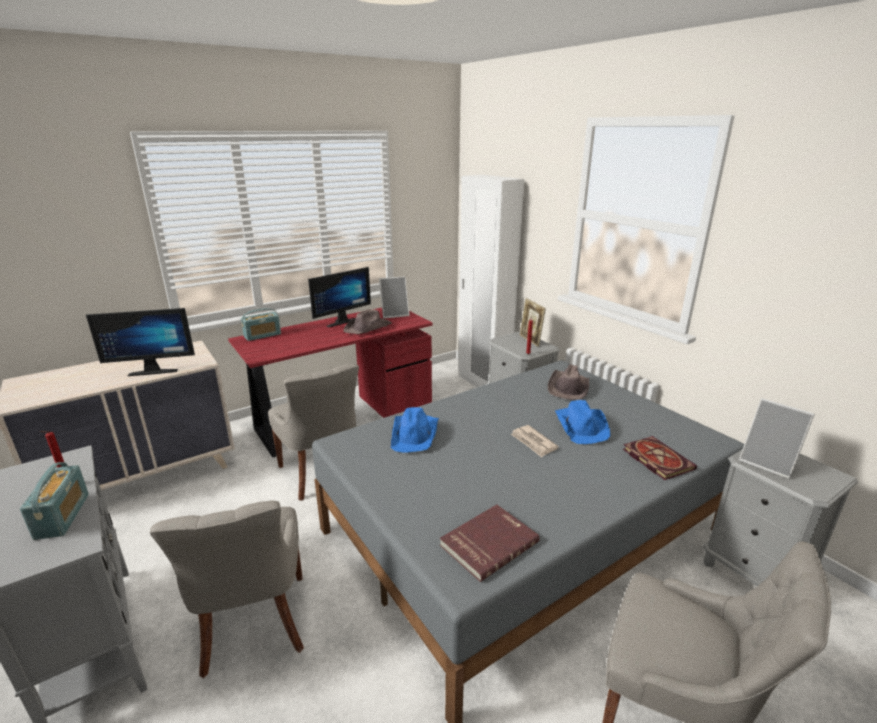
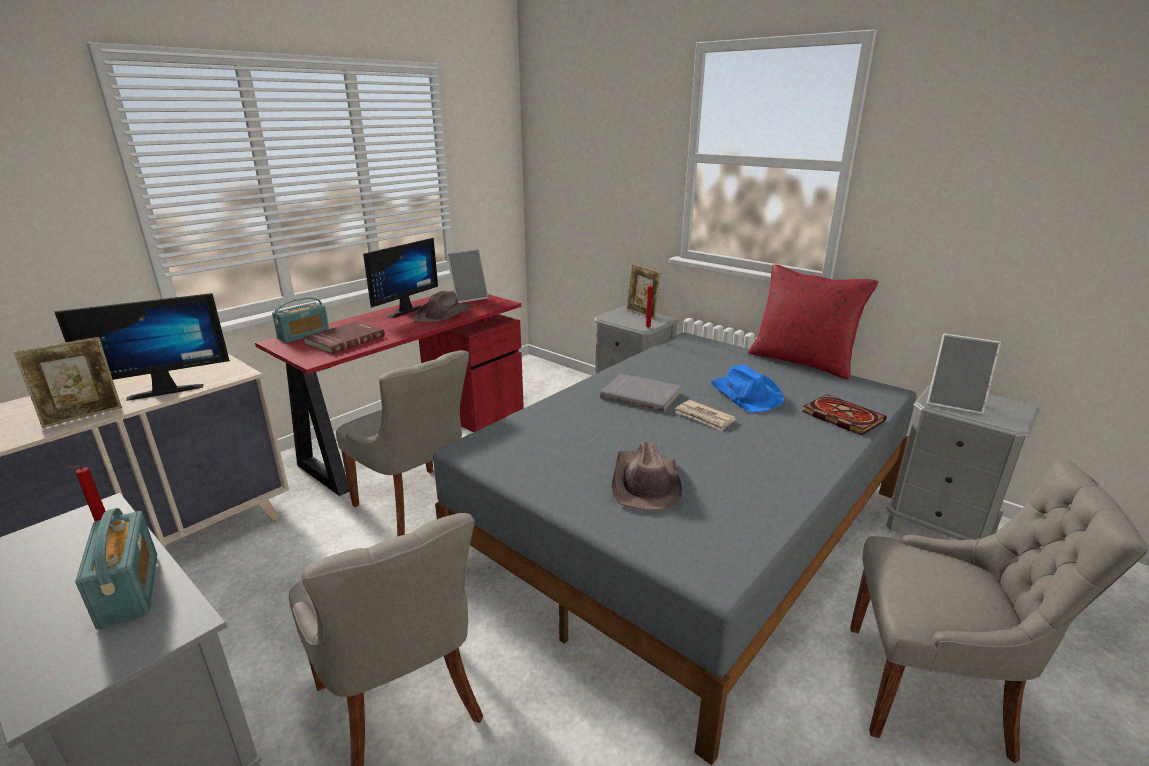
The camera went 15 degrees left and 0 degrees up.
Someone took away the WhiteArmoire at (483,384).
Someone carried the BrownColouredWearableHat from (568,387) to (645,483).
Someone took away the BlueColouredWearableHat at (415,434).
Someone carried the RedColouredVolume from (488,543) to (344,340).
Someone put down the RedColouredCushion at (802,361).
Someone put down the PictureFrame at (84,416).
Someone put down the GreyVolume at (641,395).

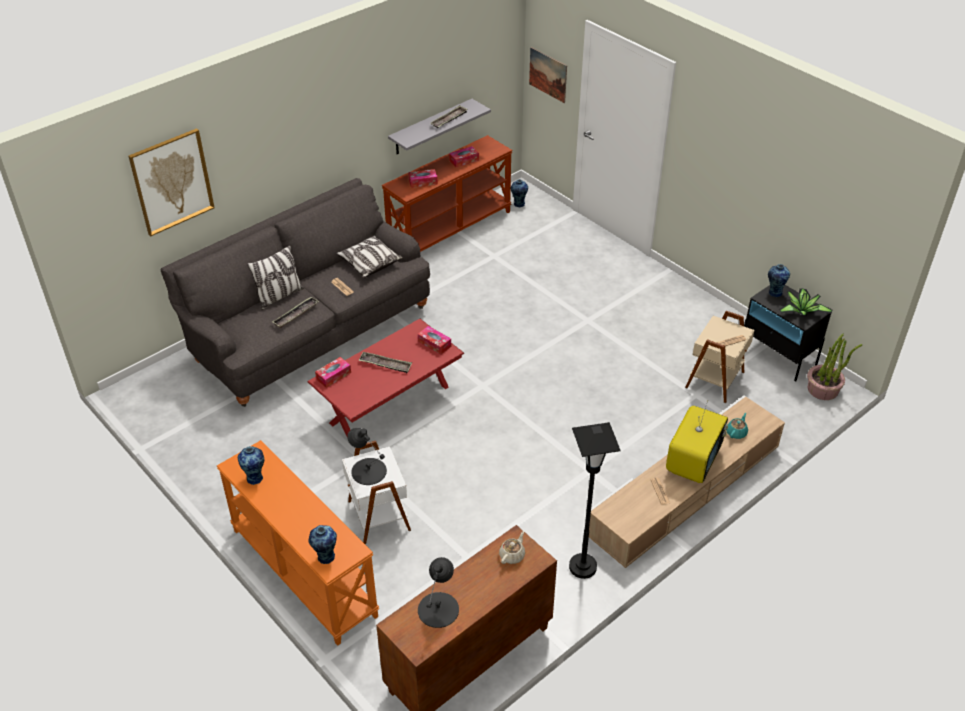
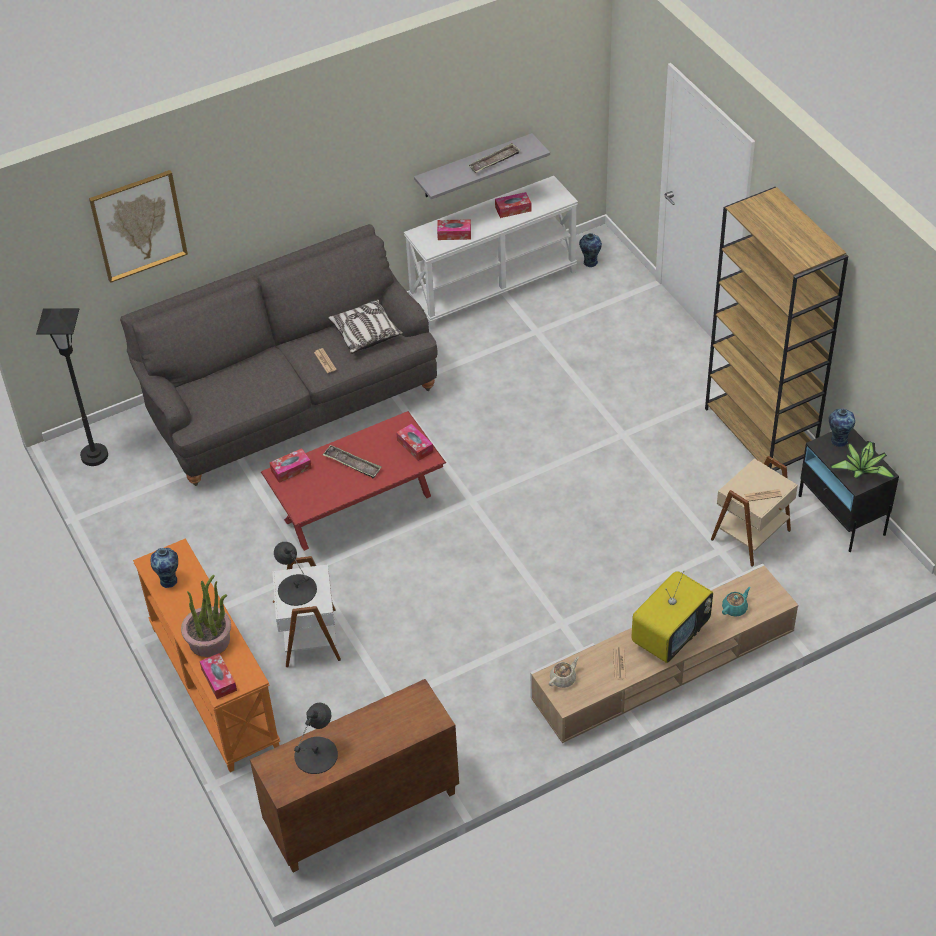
The camera went 15 degrees right and 5 degrees up.
Someone took away the Picture at (548,74).
Someone repainted the BrownColouredHallTable at (449,229), which became the WhiteHallTable at (493,287).
Someone took away the Cushion at (279,296).
Someone took away the Tray at (296,314).
Someone carried the Houseplant from (823,389) to (210,640).
Someone carried the BlackFloorLamp from (582,567) to (94,456).
Someone swapped the Vase at (325,557) for the TissueHolder at (219,680).
Someone carried the BeigeColouredTeaPot from (512,555) to (563,679).
Someone put down the BrownColouredBookshelf at (760,433).

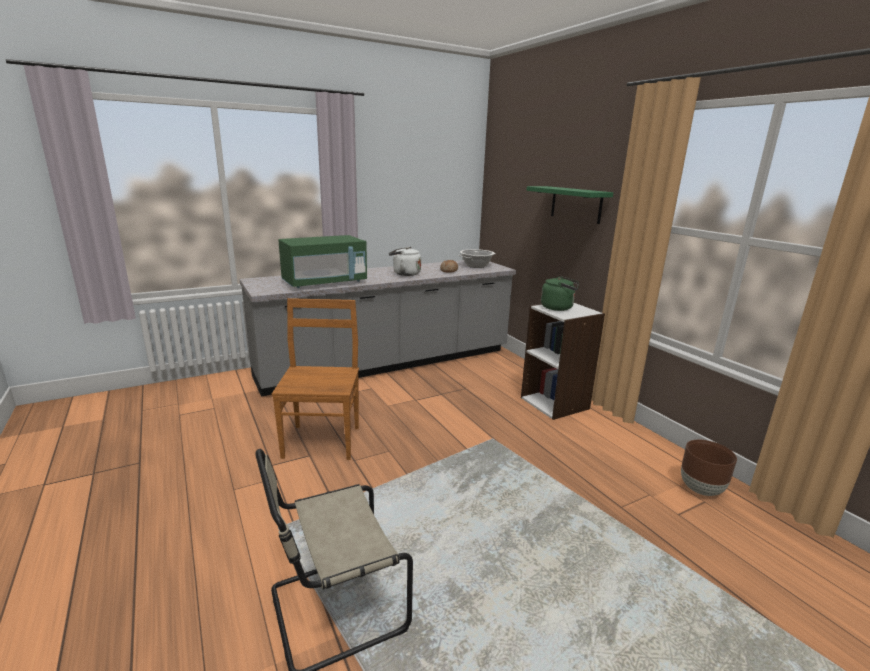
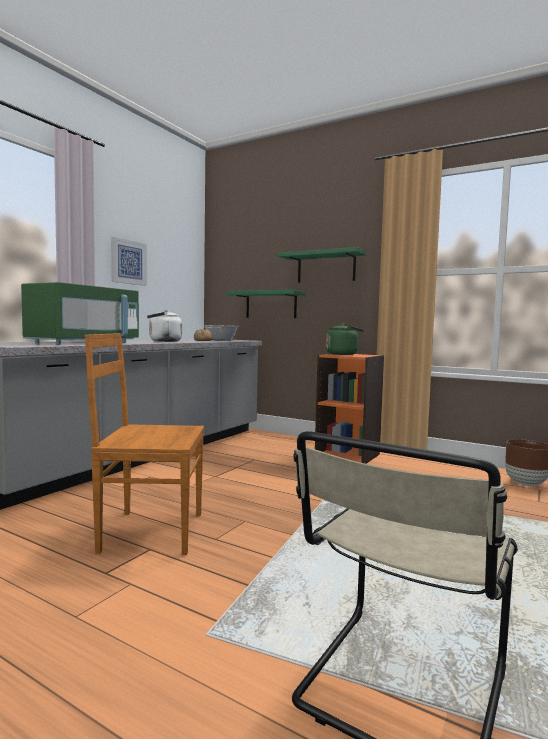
The camera went 30 degrees left and 15 degrees down.
Someone rotated the BrownColouredUprightChair at (322,440) by 60 degrees counterclockwise.
Someone repainted the WhiteBookshelf at (555,403), which became the OrangeBookshelf at (348,455).
Someone put up the Picture at (128,262).
Someone put up the GreenishShelf at (271,305).

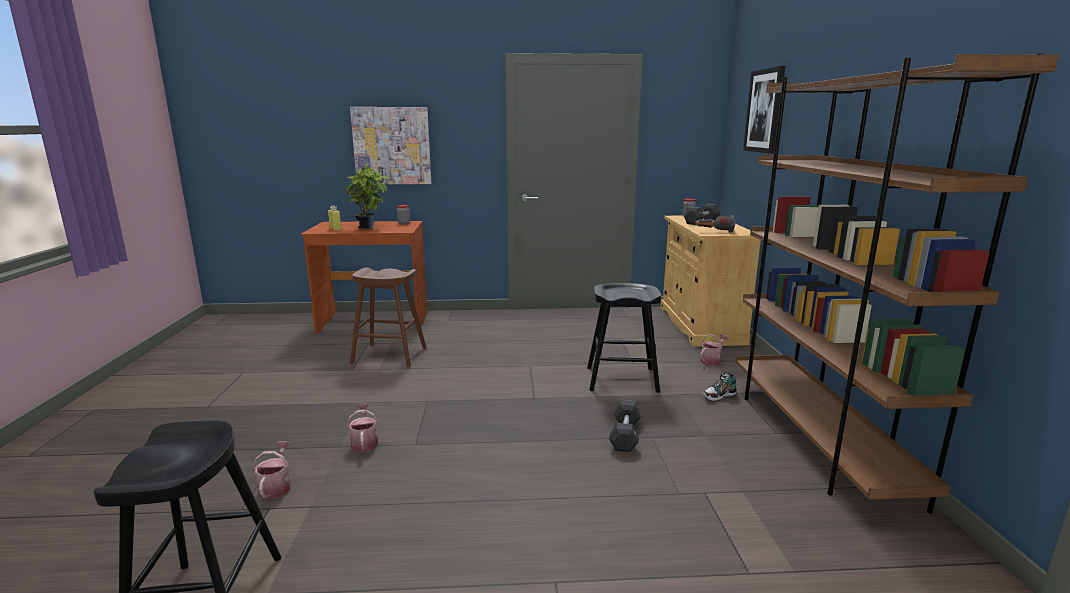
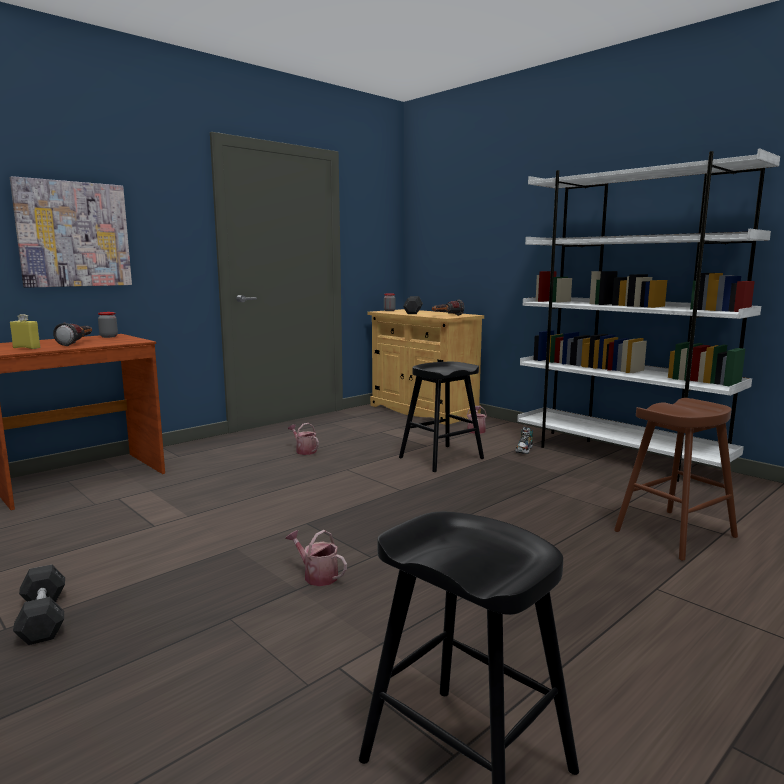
The camera went 40 degrees left and 5 degrees down.
Someone repainted the BrownColouredBookshelf at (816,439), which became the WhiteBookshelf at (618,456).
Someone took away the Picture at (764,111).
Someone swapped the Houseplant at (369,228) for the Torch at (78,343).
Someone carried the BrownColouredStoolSeat from (389,355) to (675,534).
Someone carried the GreyDumbbell from (625,435) to (43,618).
Someone carried the WateringCan from (276,487) to (304,451).

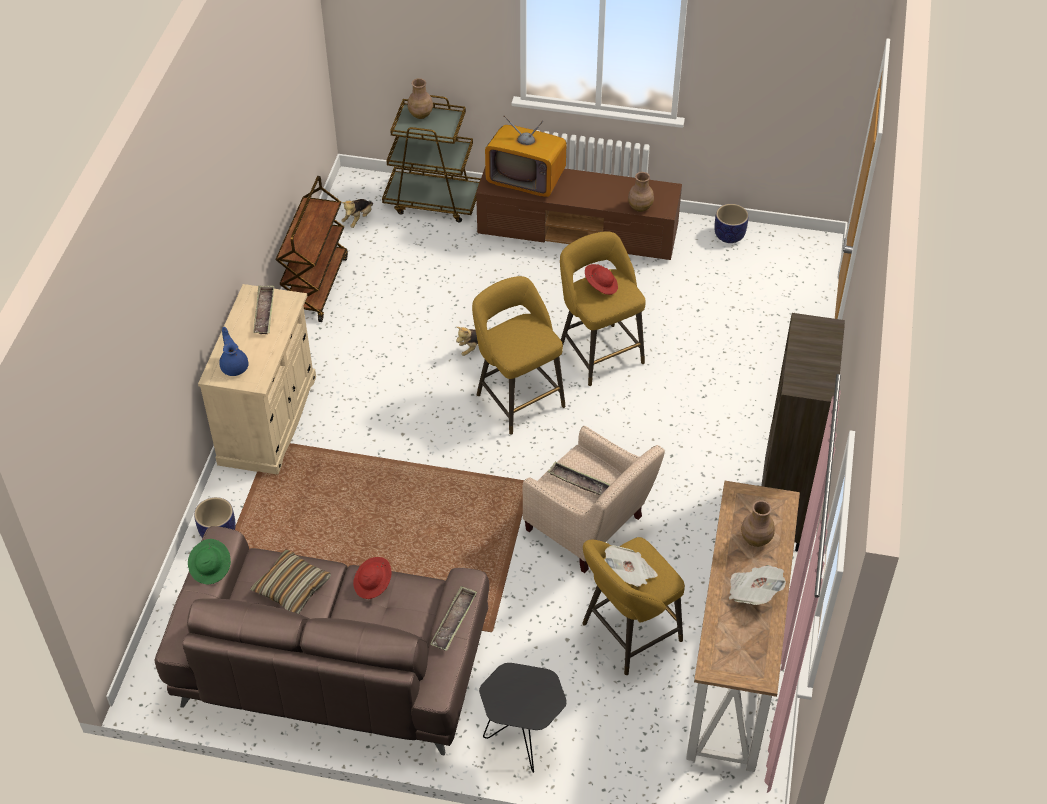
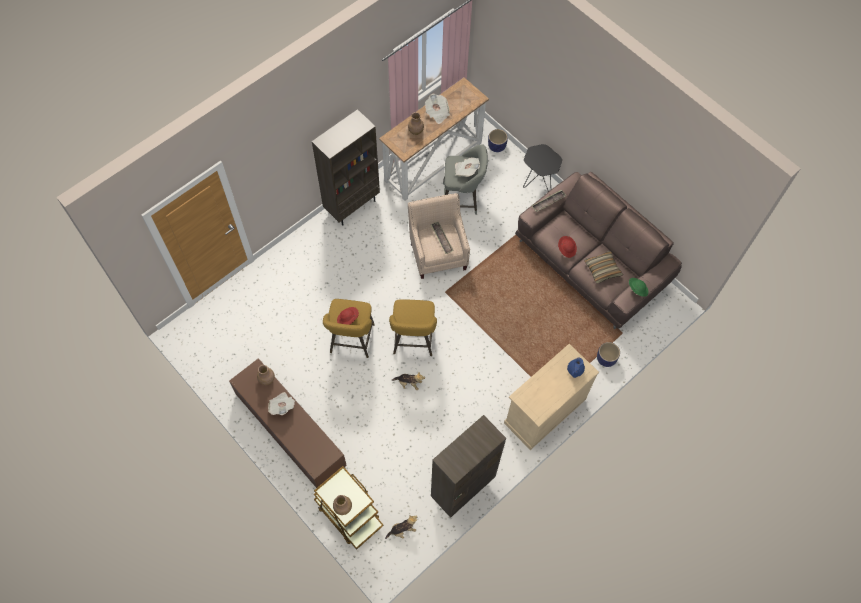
The camera went 145 degrees left and 15 degrees up.
Someone took away the TvSet at (526,179).
Someone swapped the BrownColouredTrolley at (315,285) for the BrownColouredBookshelf at (462,491).
Someone carried the FlowerPot from (728,236) to (497,146).
Someone took away the Tray at (264,312).
Someone repainted the YellowColouredStoolSeat at (627,635), which became the GreyStoolSeat at (462,199).
Someone put down the DailyPaper at (282,406).

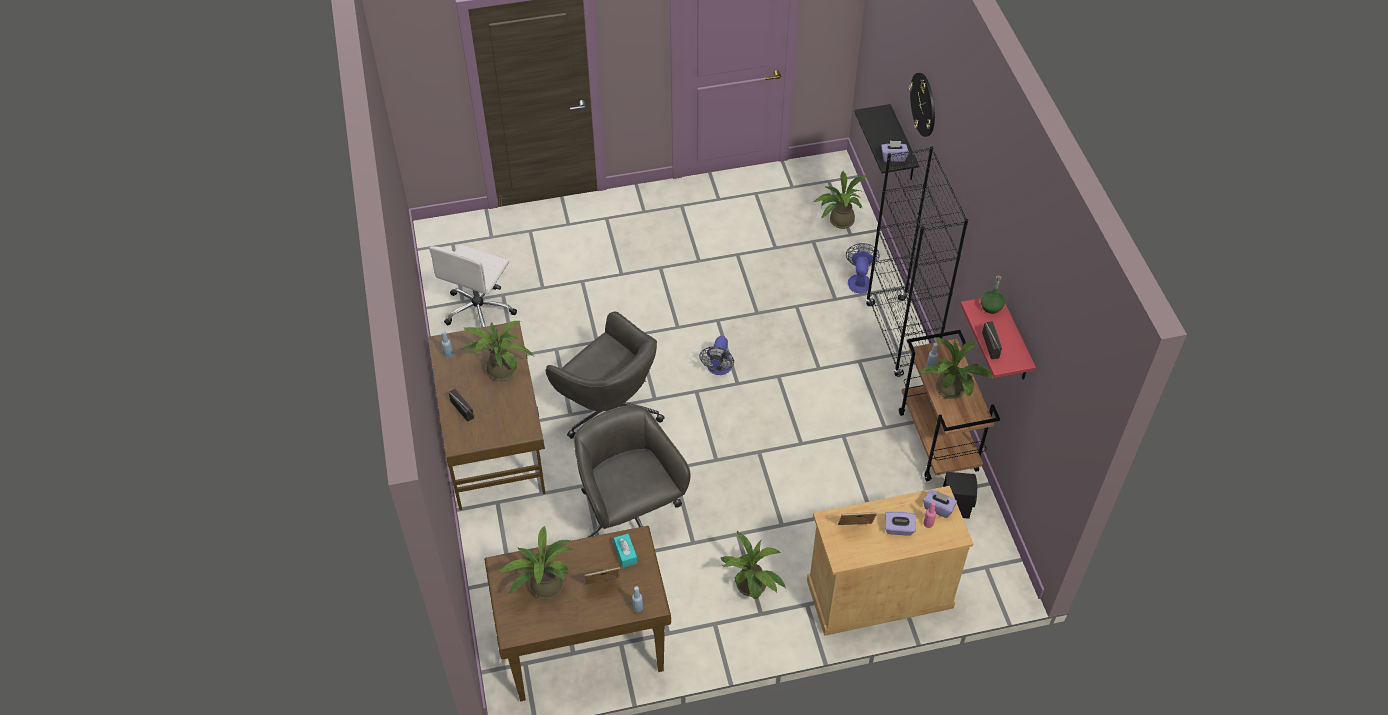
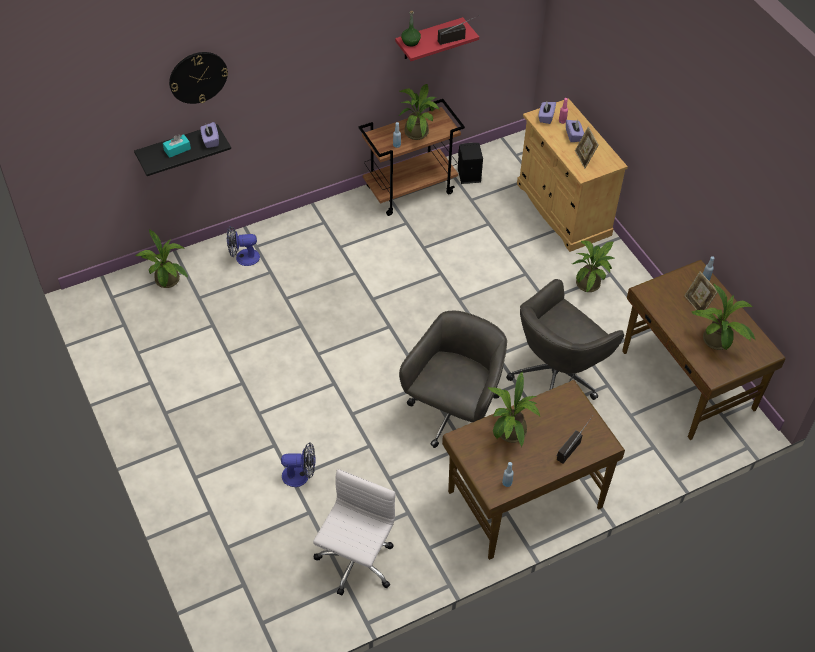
The camera went 105 degrees left and 0 degrees up.
Someone took away the BlackBookshelf at (900,337).
Someone rotated the WhiteComputerChair at (480,310) by 75 degrees counterclockwise.
Someone carried the CoolingFan from (718,369) to (300,475).
Someone carried the TurquoiseTissueHolder from (625,553) to (177,149).

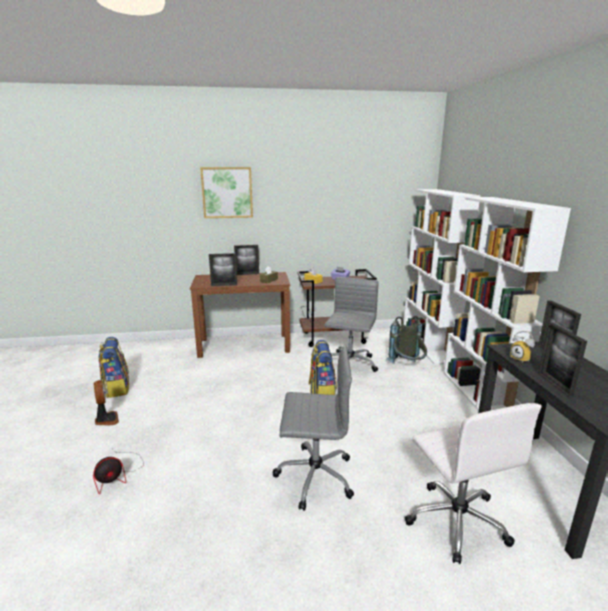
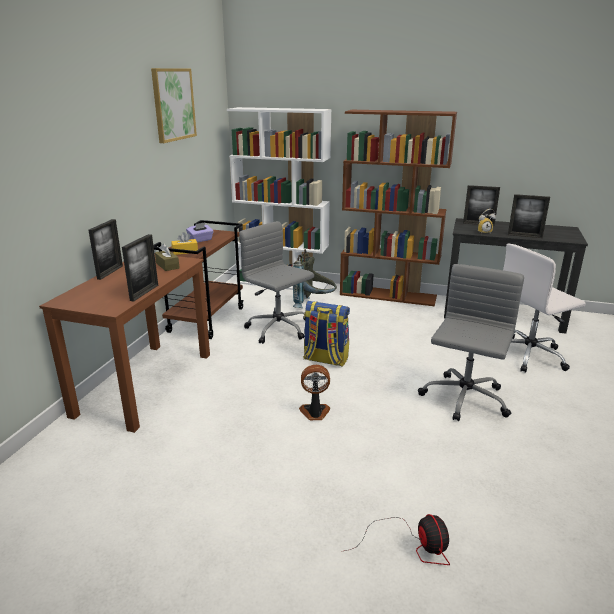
The camera went 65 degrees left and 5 degrees up.
Someone carried the Picture from (227,192) to (173,104).
Someone repainted the WhiteBookshelf at (480,397), which became the BrownColouredBookshelf at (388,295).
Someone took away the Knapsack at (116,388).
Someone carried the CoolingFan from (106,420) to (315,413).
Someone rotated the WhiteComputerChair at (456,520) by 150 degrees clockwise.

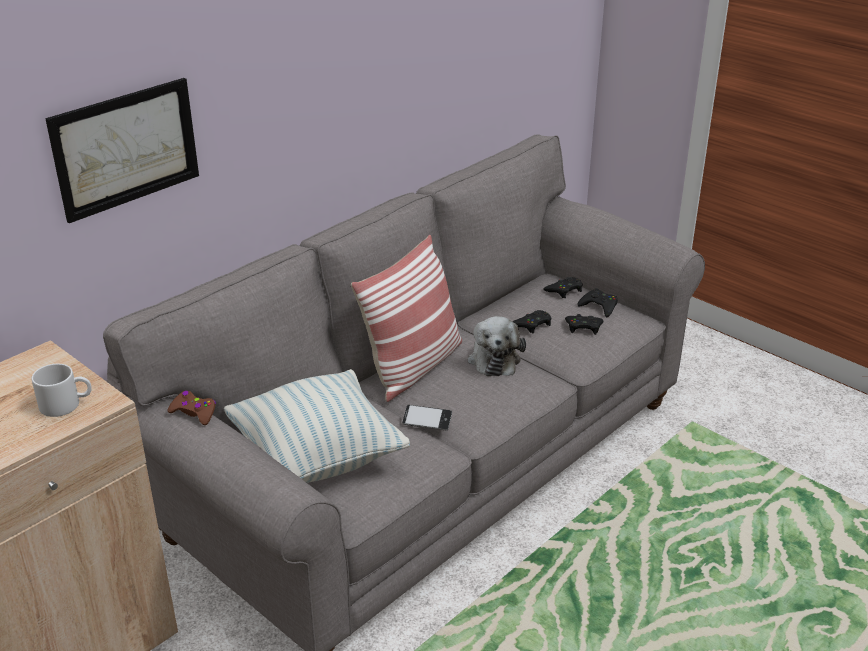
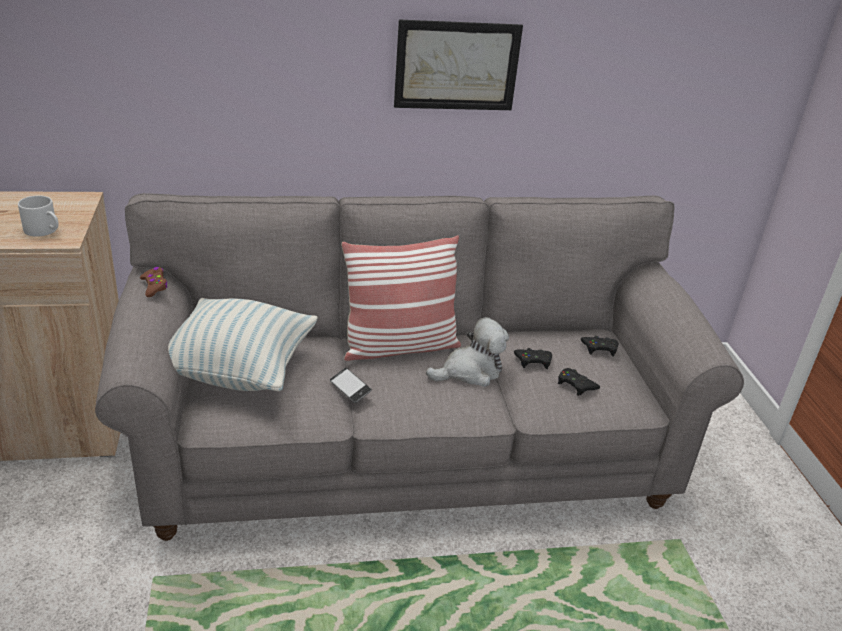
The camera went 35 degrees right and 0 degrees up.
Someone carried the Picture from (126,148) to (456,66).
Someone took away the BlackGamepad at (599,306).
Someone rotated the PlushToy at (494,358) by 150 degrees counterclockwise.

